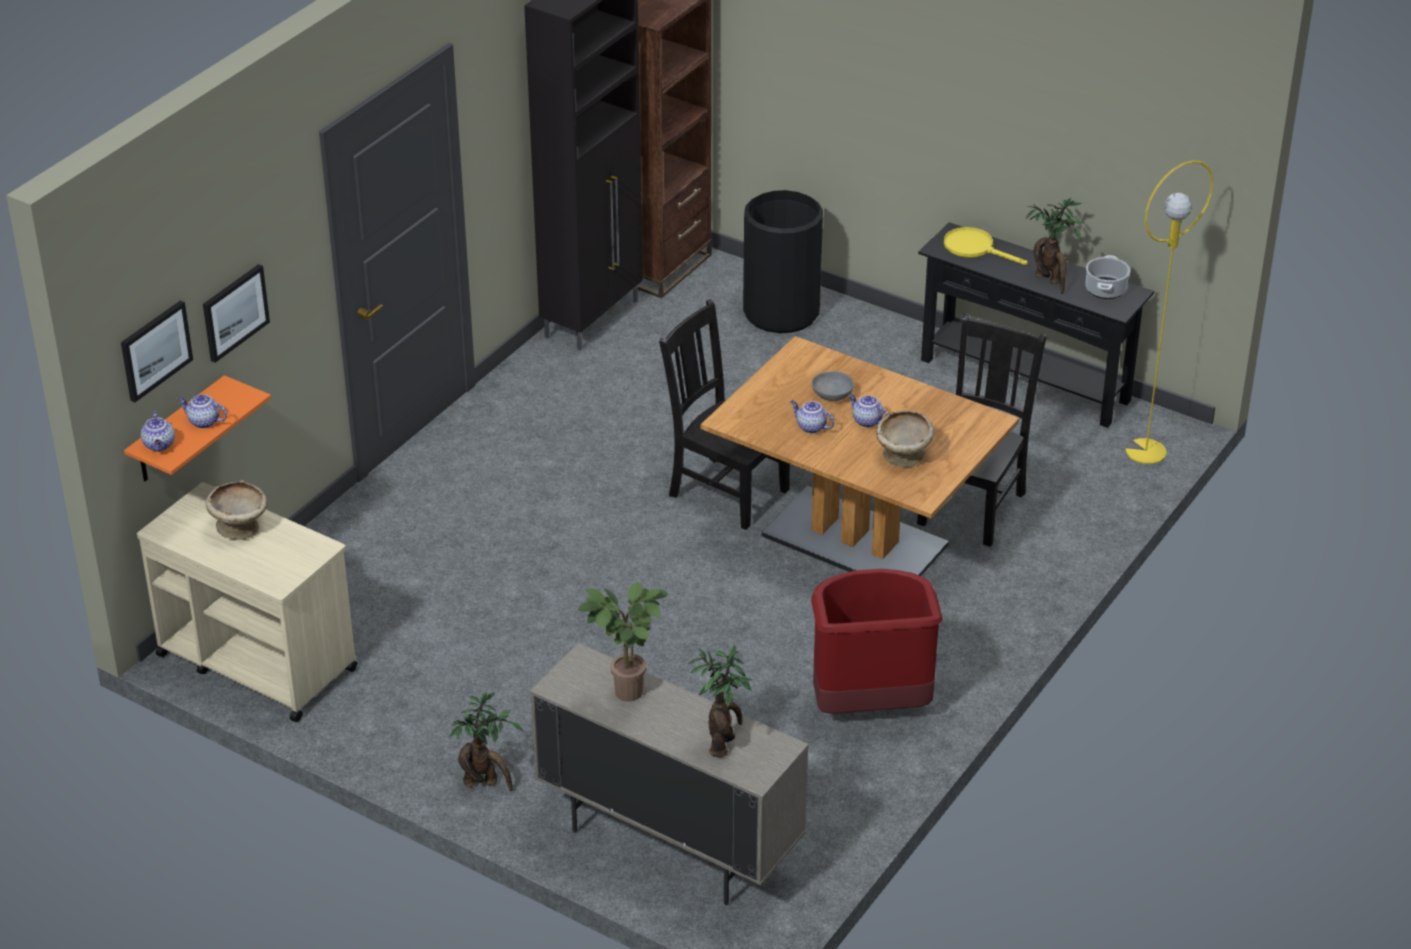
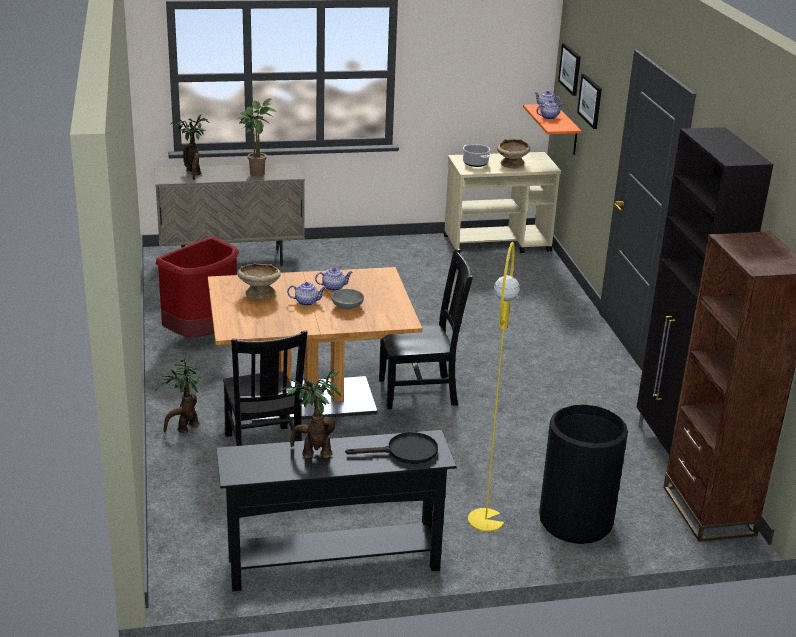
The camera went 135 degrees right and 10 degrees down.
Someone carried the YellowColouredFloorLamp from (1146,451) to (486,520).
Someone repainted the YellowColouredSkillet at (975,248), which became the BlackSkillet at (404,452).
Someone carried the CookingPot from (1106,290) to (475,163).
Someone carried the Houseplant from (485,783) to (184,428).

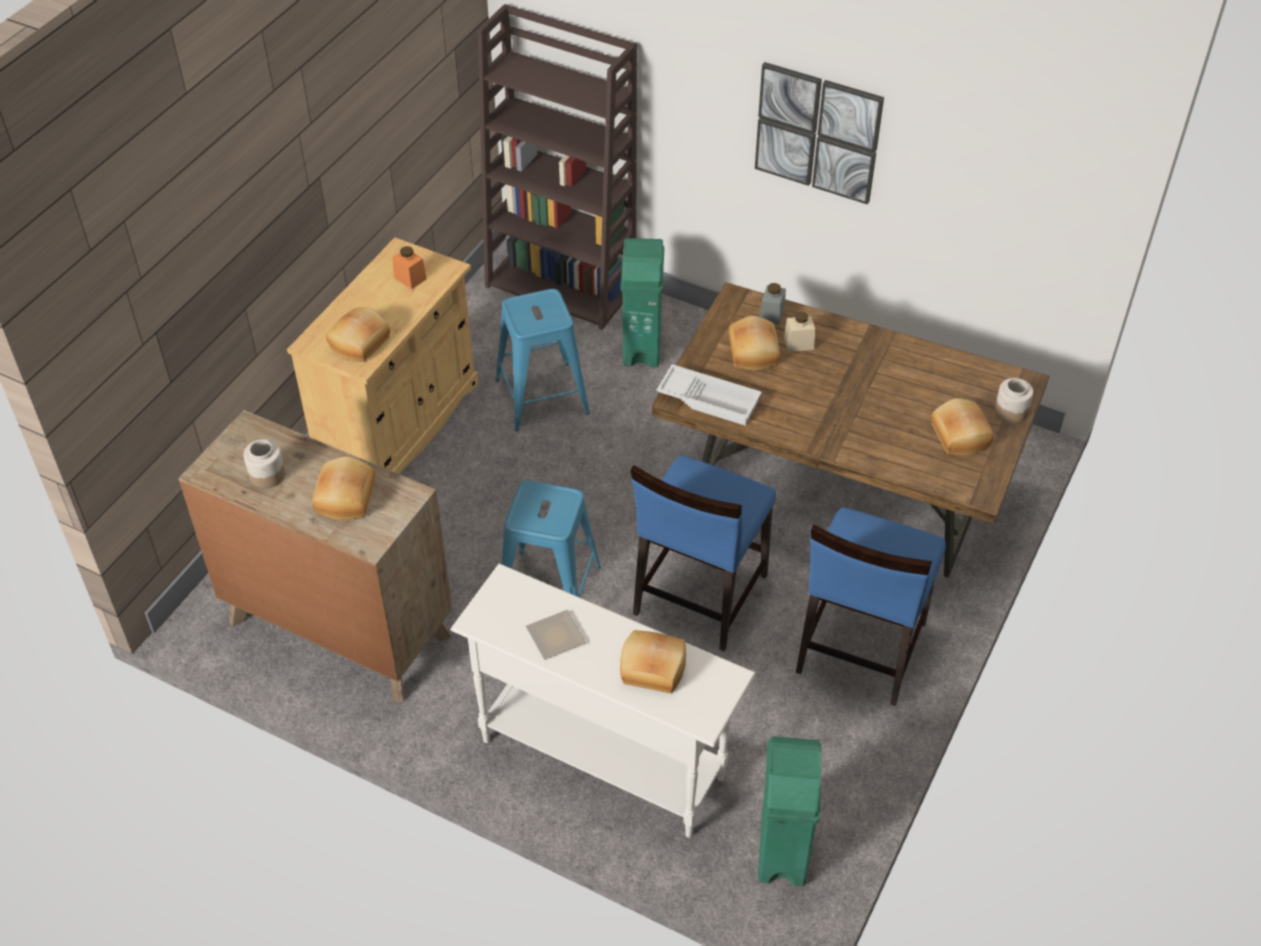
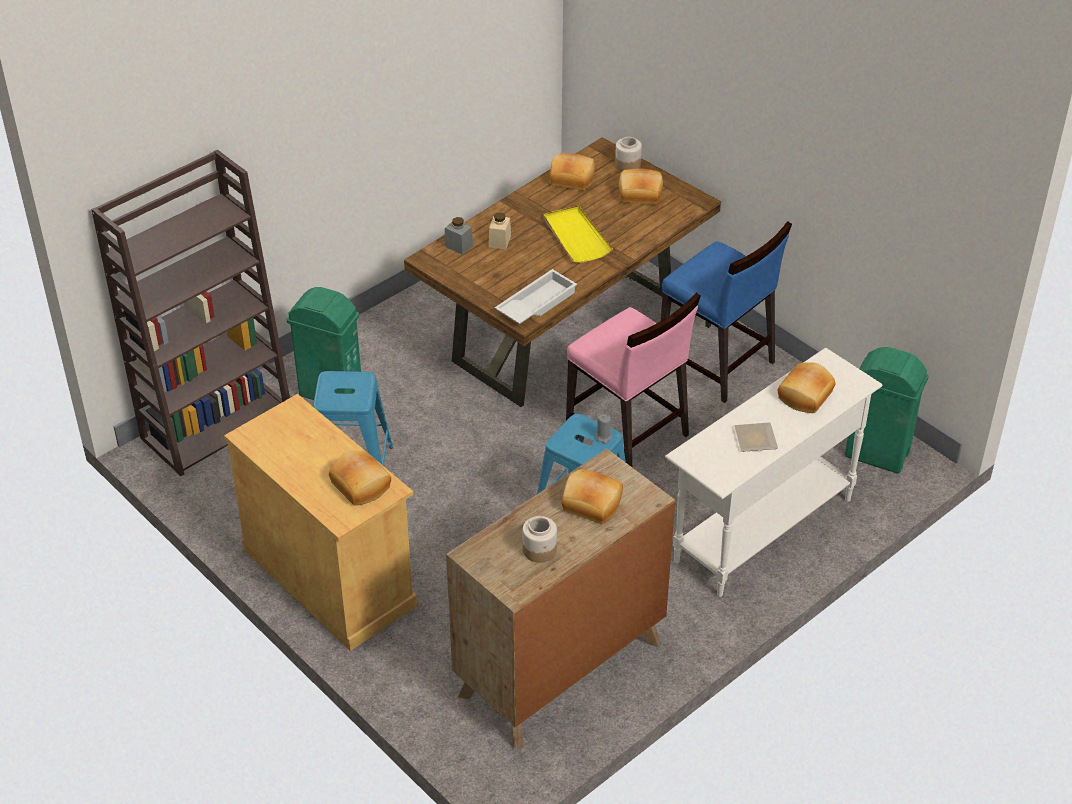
The camera went 70 degrees left and 5 degrees down.
Someone took away the Picture at (817,132).
Someone took away the OrangeJar at (410,278).
Someone carried the BakeryBread from (754,352) to (572,178).
Someone repainted the BlueColouredUprightChair at (699,595), which became the PinkishUprightChair at (627,433).
Someone put down the YellowColouredTray at (576,237).
Someone put down the GreyWaxLight at (603,437).

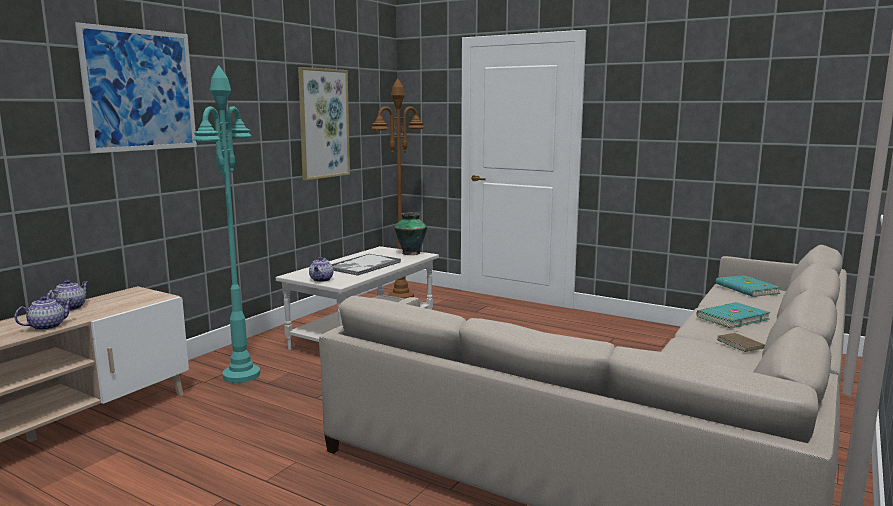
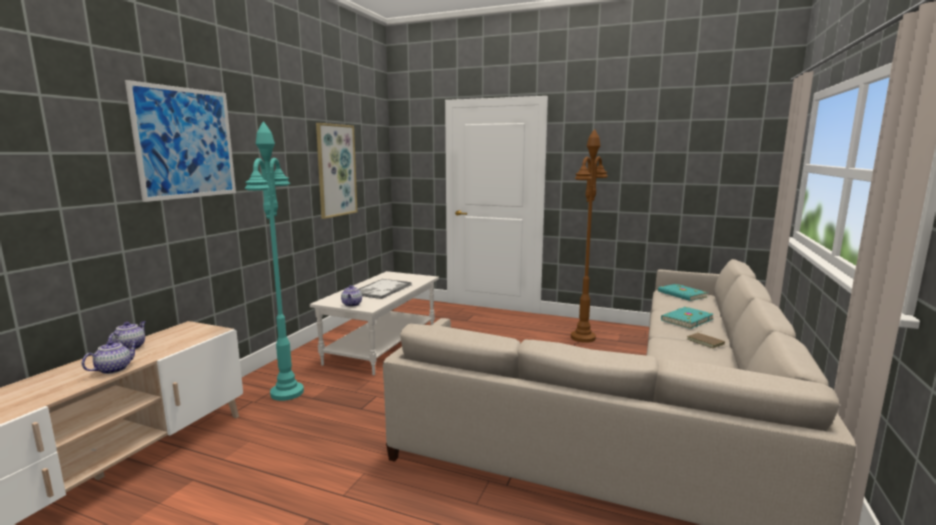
The camera went 10 degrees left and 0 degrees up.
Someone carried the BrownColouredFloorLamp from (401,297) to (583,338).
Someone took away the Vase at (410,253).

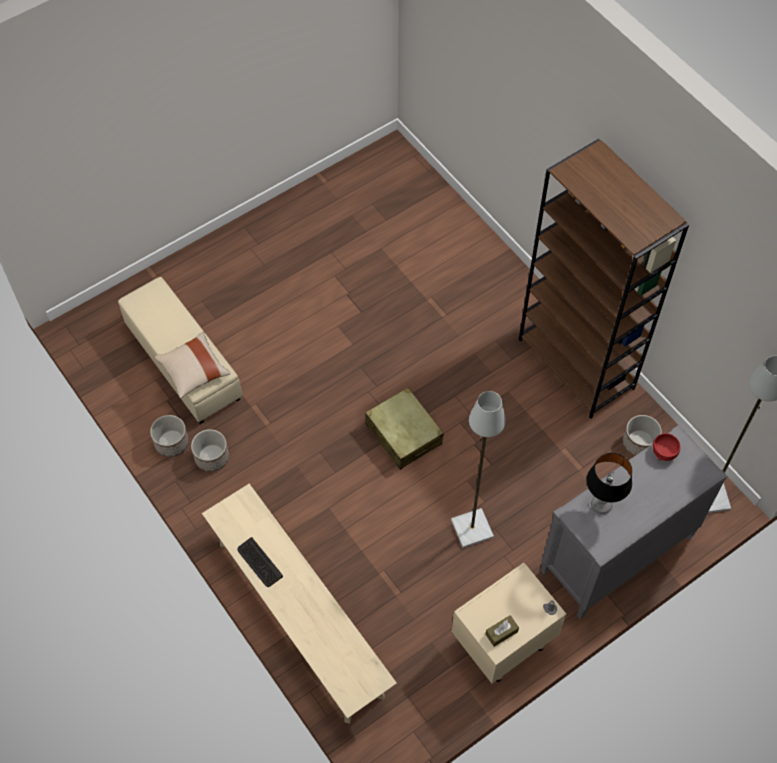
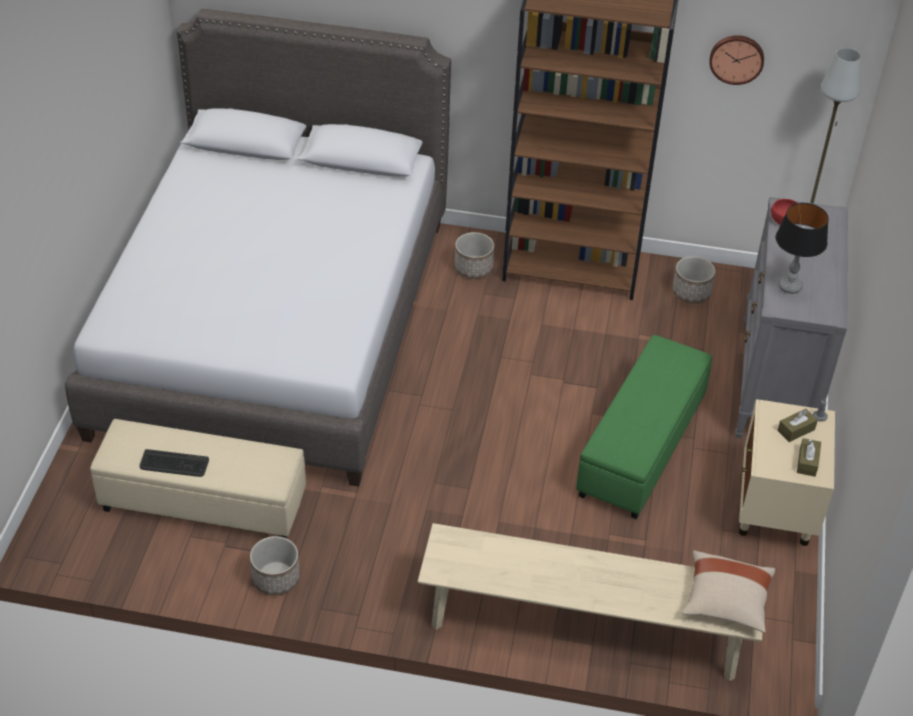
The camera went 45 degrees left and 15 degrees down.
Someone carried the BeigeColouredCushion from (193,371) to (726,601).
Someone took away the BeigeColouredTravelCase at (403,434).
Someone swapped the GreyFloorLamp at (471,529) for the GreenishOttoman at (642,447).
Someone carried the FlowerPot from (212,458) to (474,268).
Someone carried the PcKeyboard from (259,562) to (174,464).
Someone put down the GreyBedroomBed at (274,325).
Someone put up the WallClock at (736,58).
Someone put down the BrownColouredTissueHolder at (796,430).

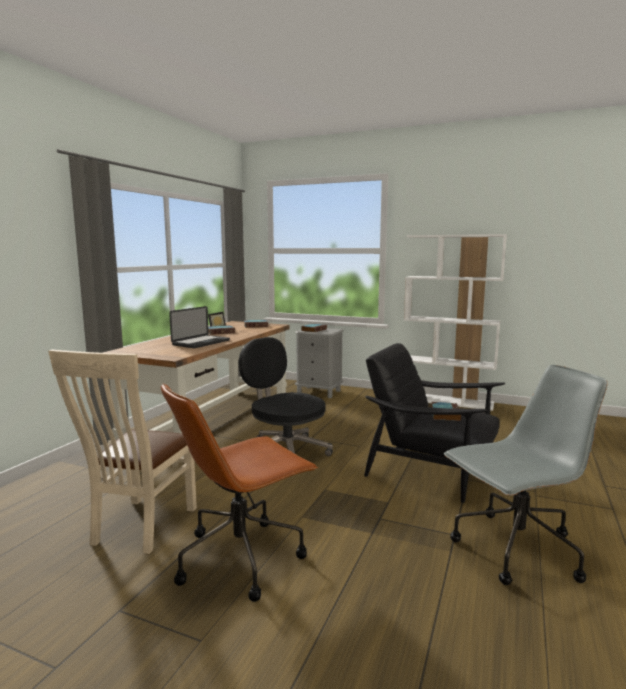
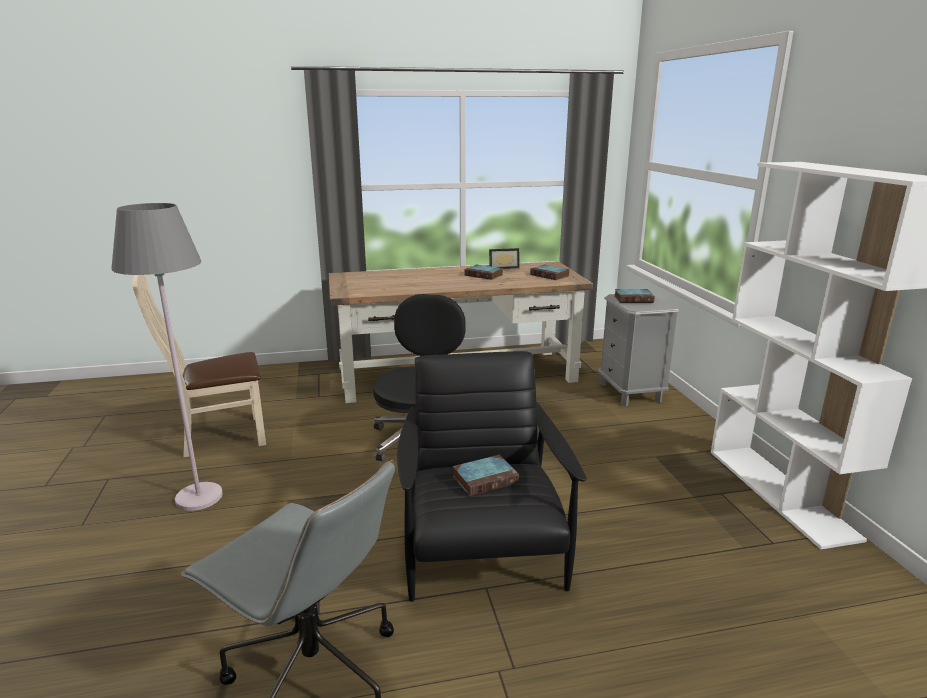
The camera went 55 degrees right and 10 degrees up.
Someone took away the NotebookComputer at (201,343).
Someone swapped the BrownColouredComputerChair at (242,557) for the GreyFloorLamp at (199,497).

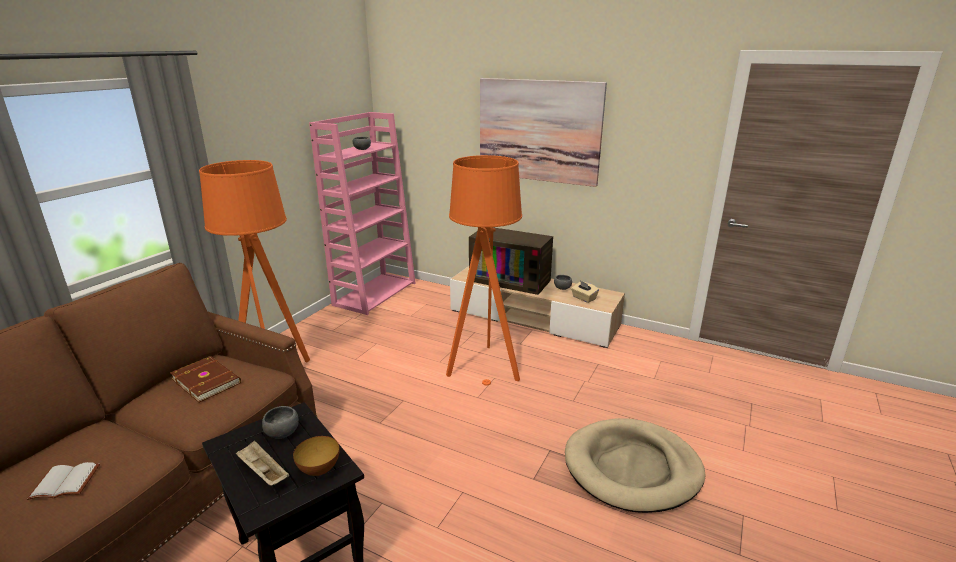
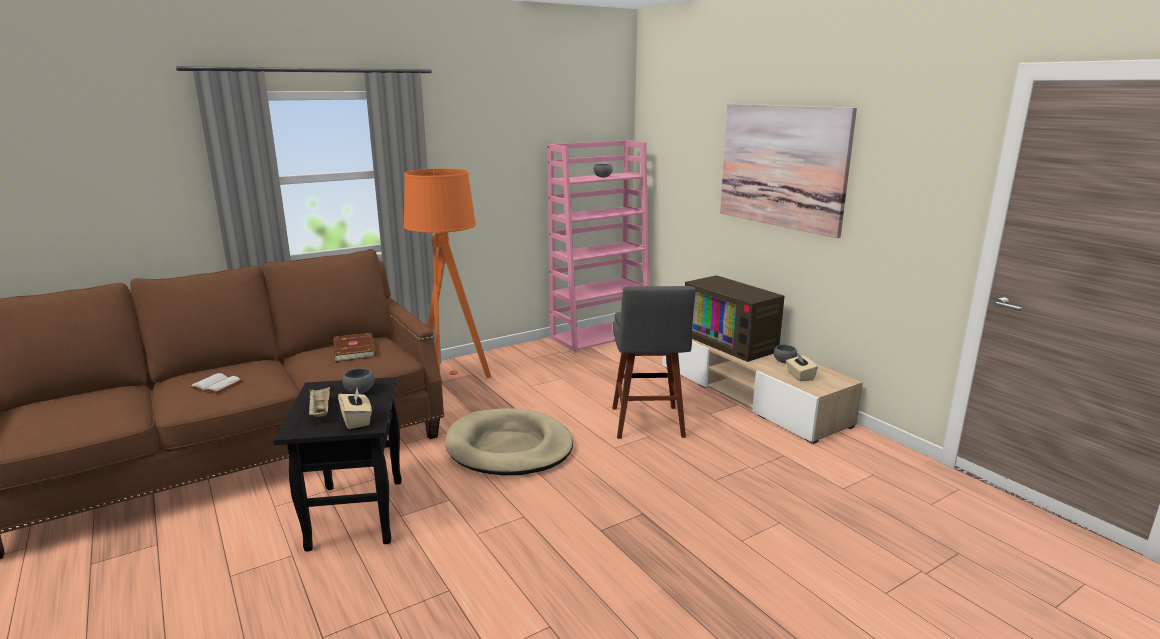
The camera went 30 degrees right and 5 degrees down.
Someone swapped the OrangeFloorLamp at (484,367) for the GreyStoolSeat at (647,424).
Someone carried the BeigeColouredPetBed from (632,468) to (509,447).
Someone swapped the DeepDish at (319,470) for the BeigeColouredTissueHolder at (356,420).

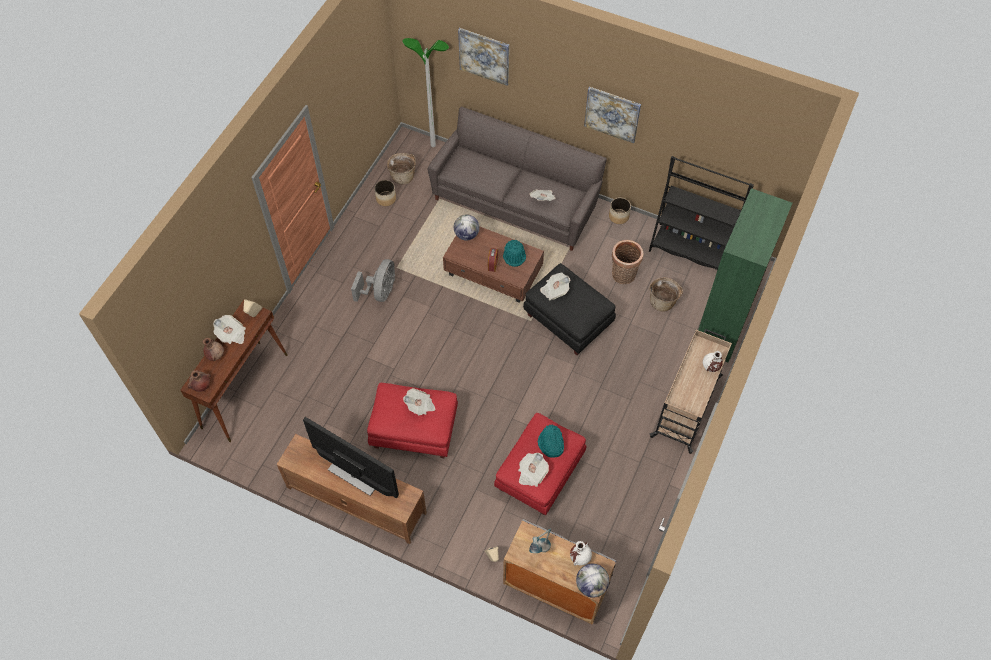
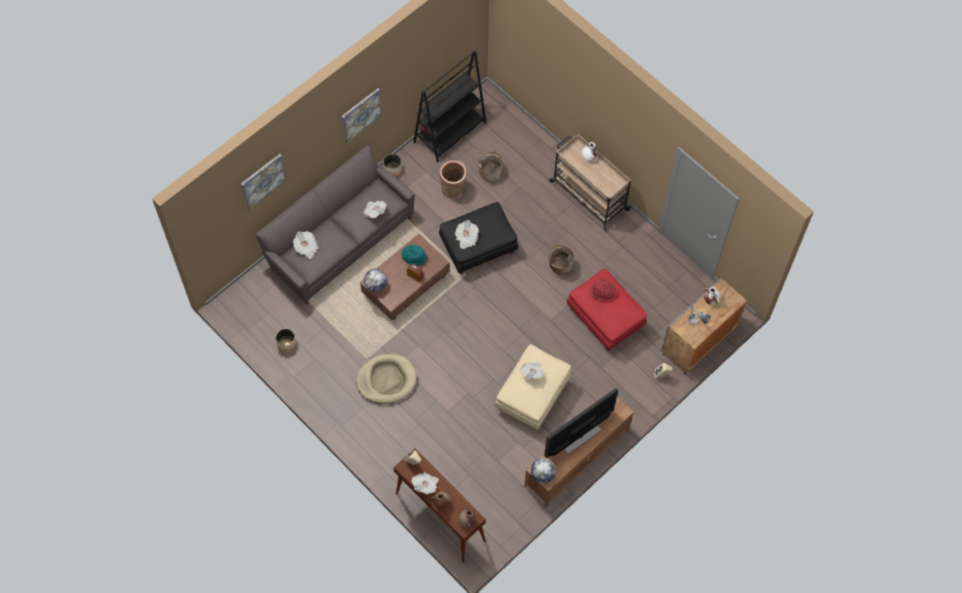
The camera went 70 degrees left and 5 degrees up.
Someone took away the FloorLamp at (433,145).
Someone carried the Basket from (403,176) to (559,265).
Someone took away the GreenishBookshelf at (721,327).
Someone swapped the GreyCoolingFan at (380,292) for the BeigeColouredPetBed at (386,380).
Someone repainted the RedColouredOttoman at (414,431), which became the BeigeColouredOttoman at (532,396).
Someone repainted the TurquoiseWearableHat at (550,444), which became the RedColouredWearableHat at (602,292).
Someone carried the DailyPaper from (531,473) to (306,248).
Someone carried the DeskGlobe from (591,585) to (542,474).

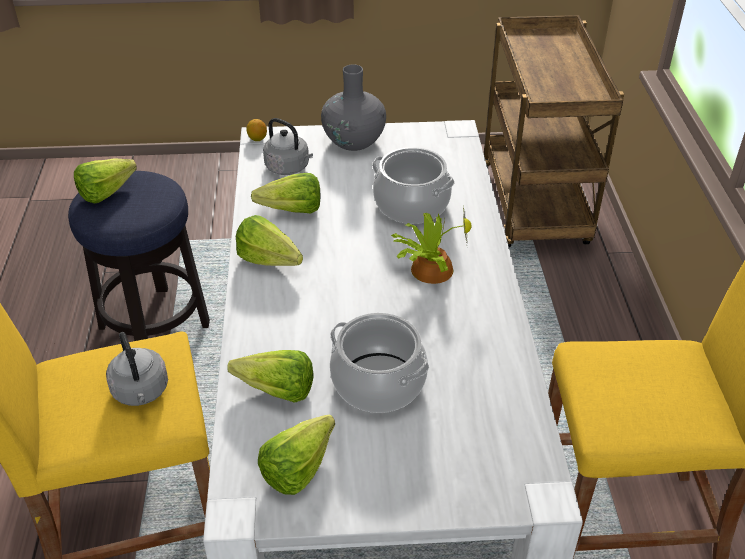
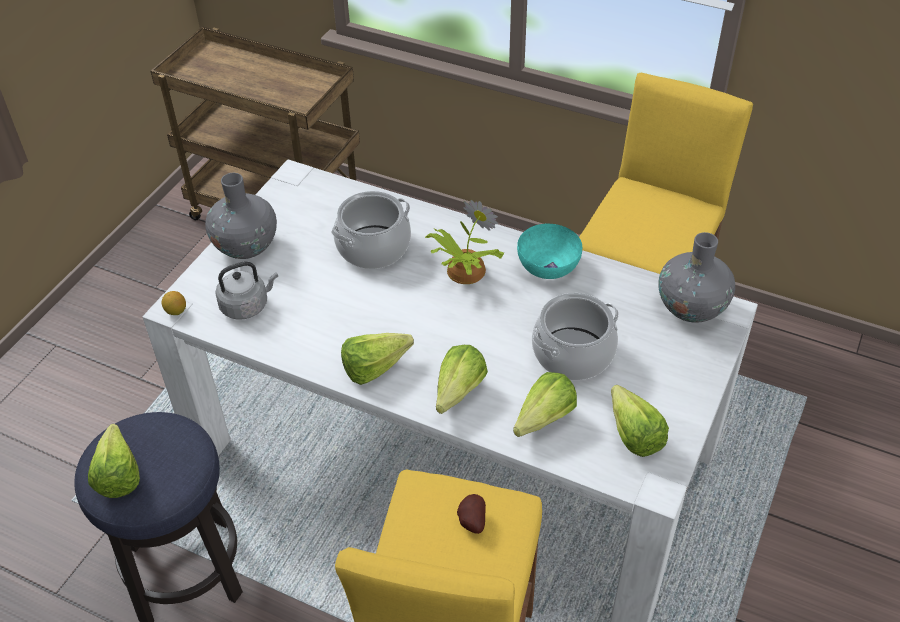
The camera went 60 degrees left and 5 degrees up.
Someone carried the Lettuce from (287,210) to (454,396).
Someone swapped the GreyTeaKettle at (141,392) for the Potato at (471,521).
Someone put down the TurquoiseDeepDish at (548,265).
Someone put down the GreyVase at (691,307).

